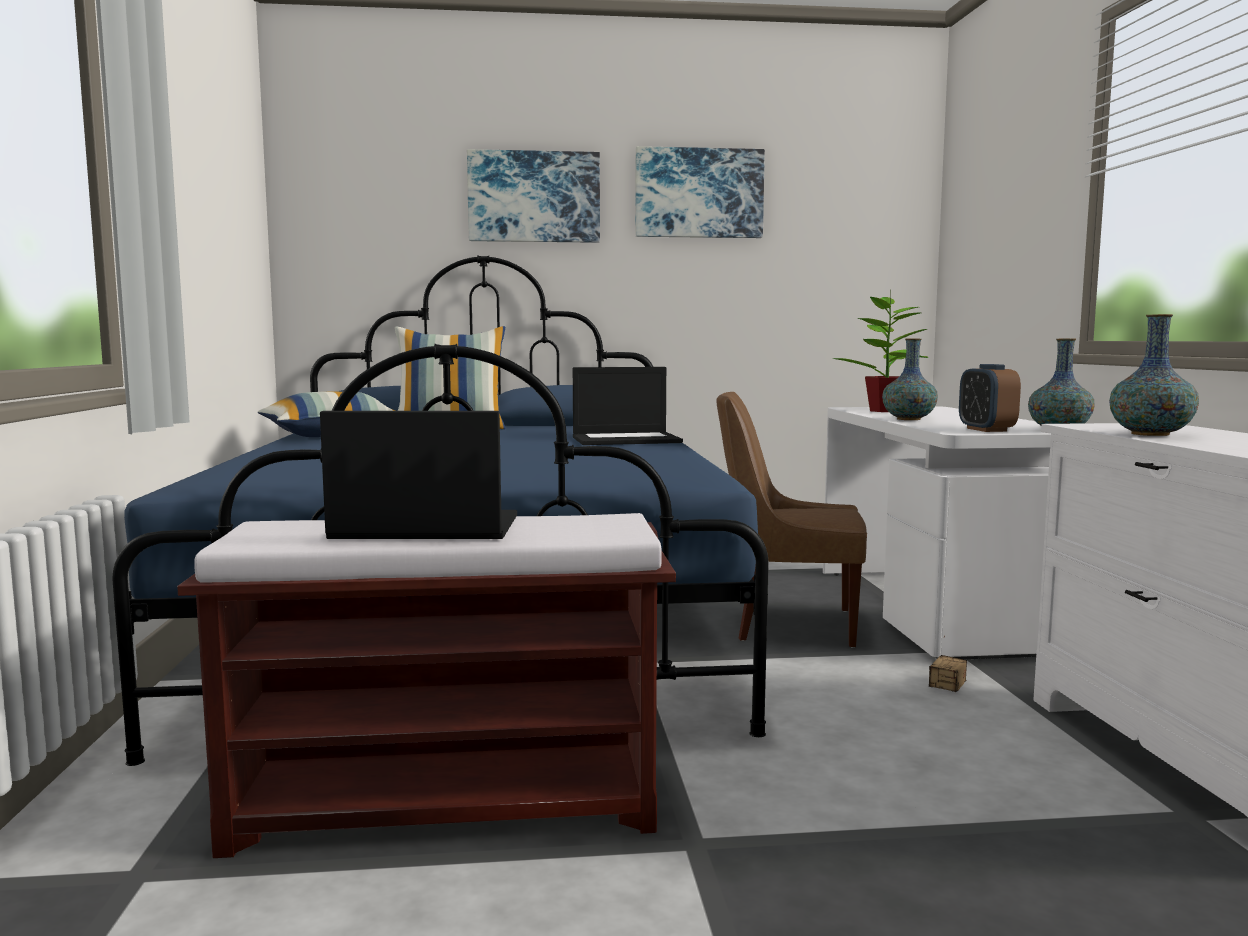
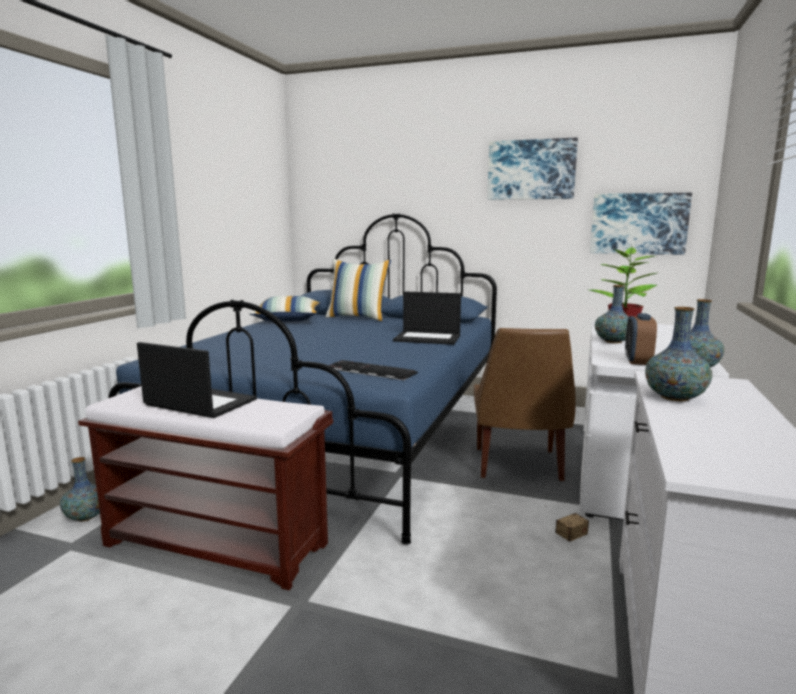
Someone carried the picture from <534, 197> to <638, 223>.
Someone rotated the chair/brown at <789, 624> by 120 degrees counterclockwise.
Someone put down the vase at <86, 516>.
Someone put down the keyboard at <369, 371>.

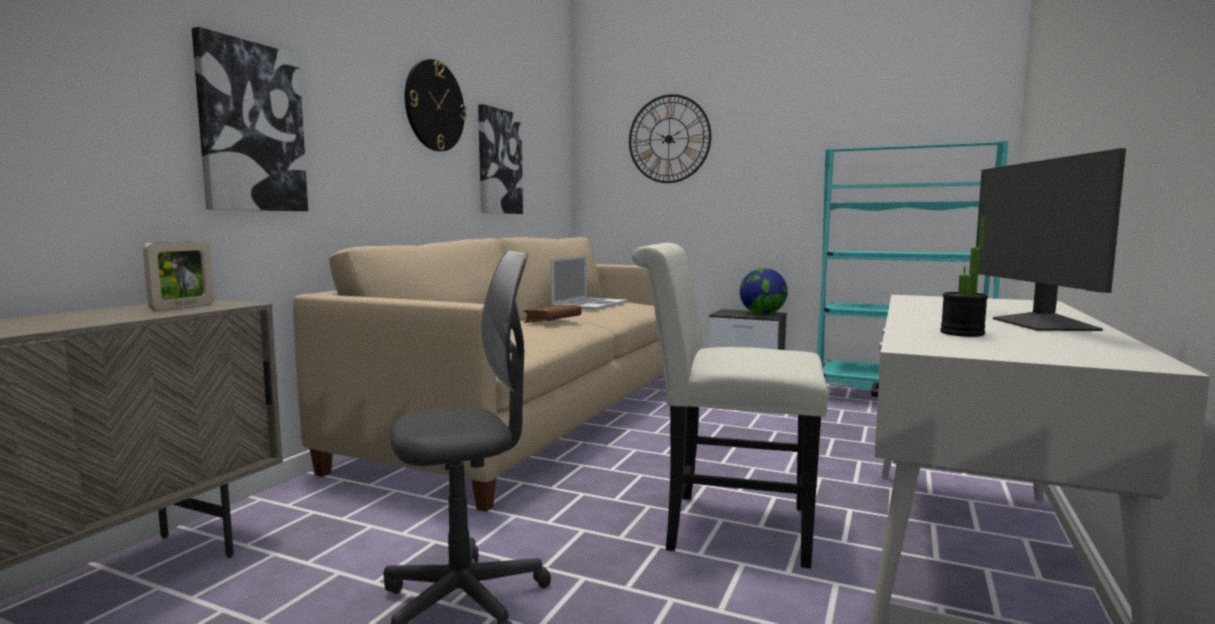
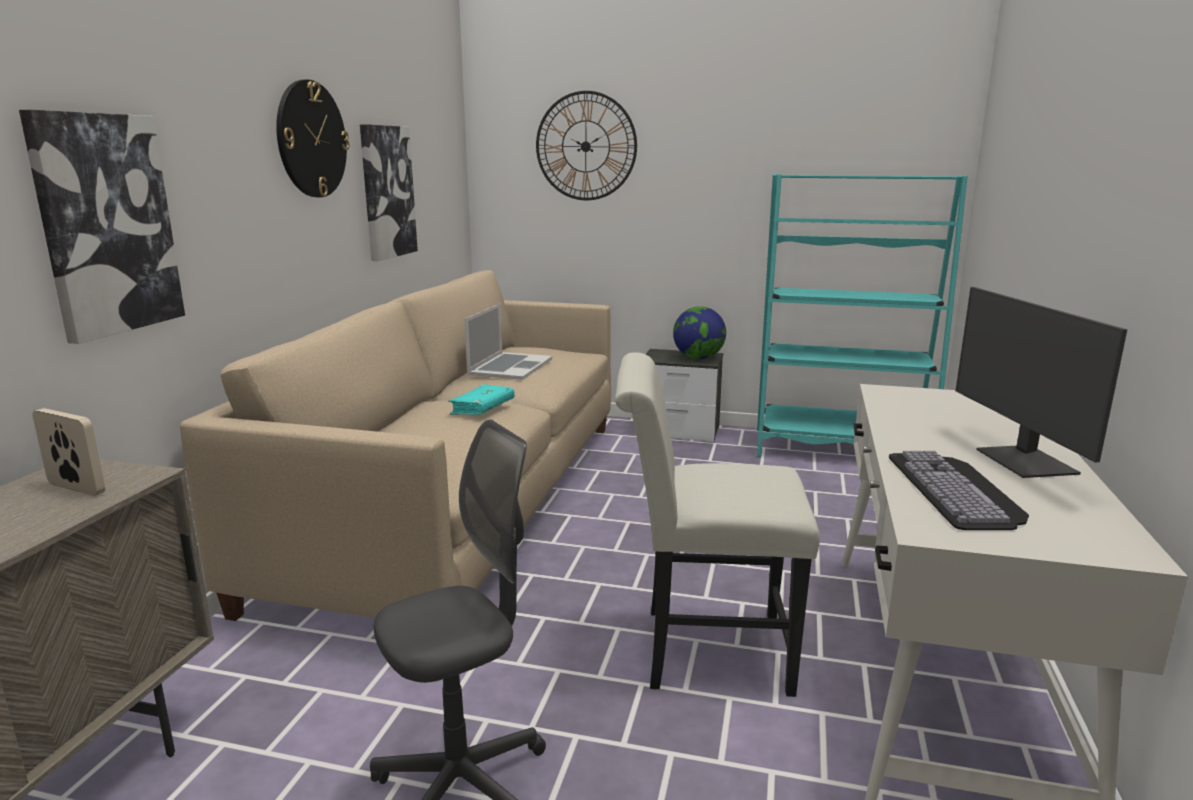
Someone rotated the picture frame at <182, 306> by 75 degrees counterclockwise.
Someone repainted the book/brown at <553, 321>, which became the book/turquoise at <482, 409>.
Someone swapped the potted plant at <962, 333> for the keyboard at <958, 490>.

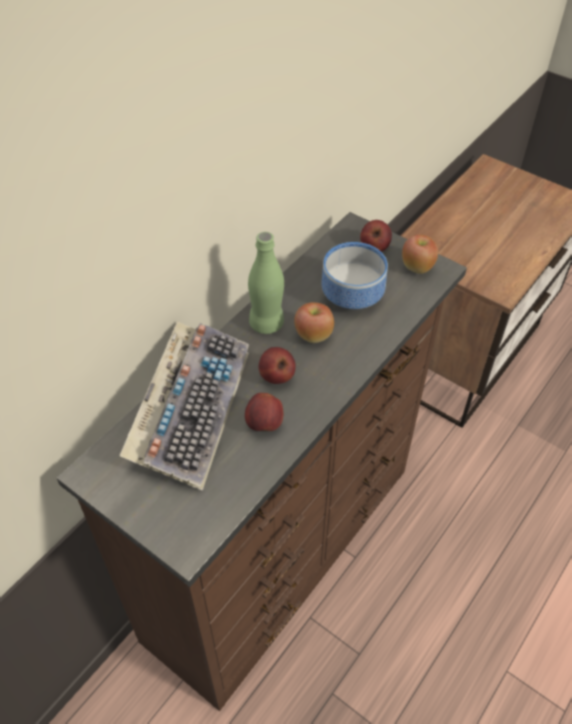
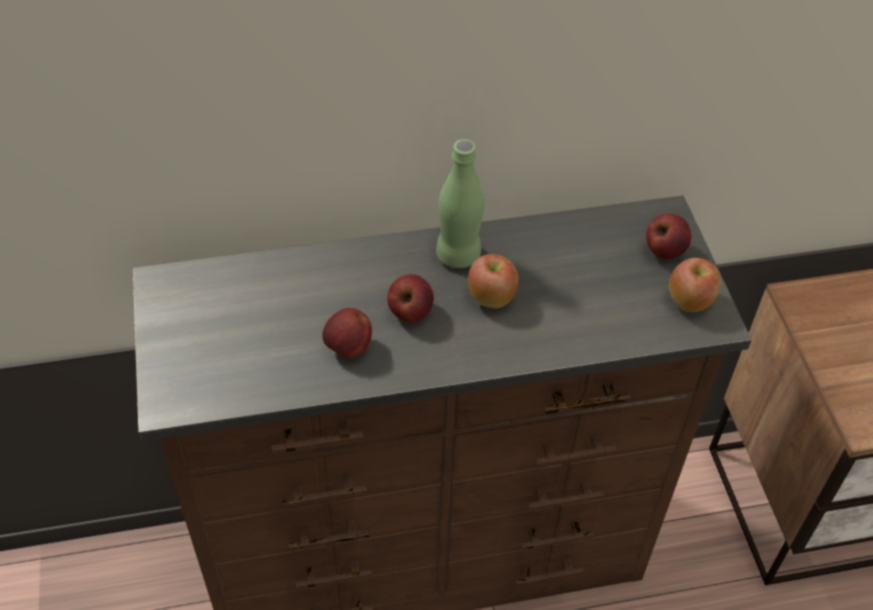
Someone took away the keyboard at <190, 408>.
Someone took away the bowl at <354, 294>.

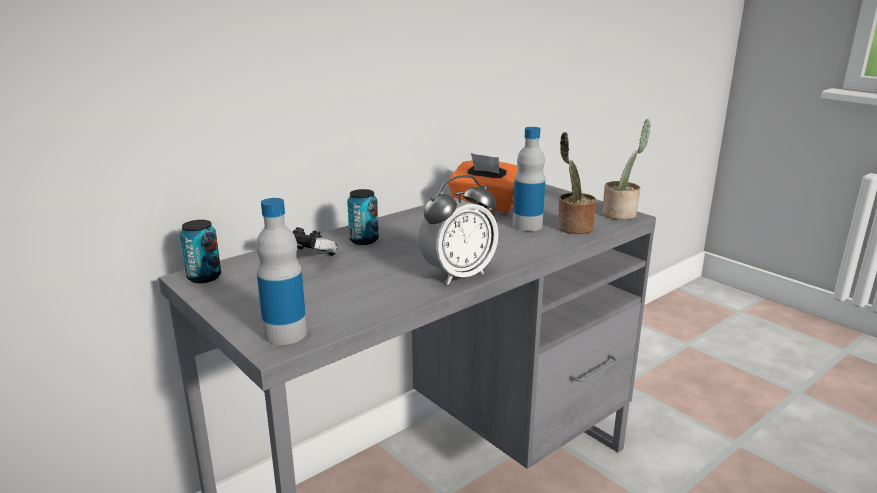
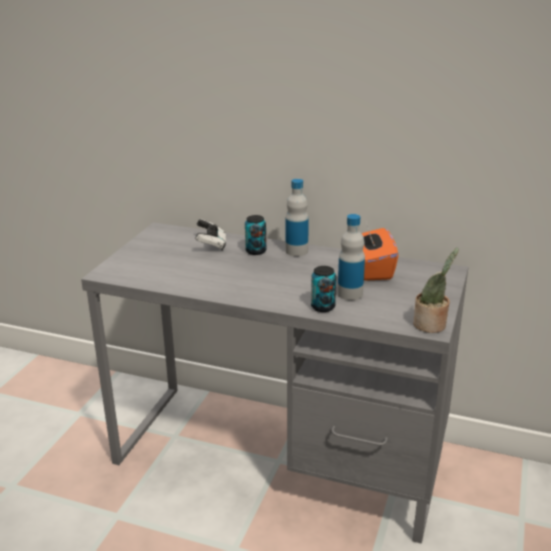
Someone carried the can from <204, 277> to <323, 307>.
Someone carried the bottle from <285, 334> to <296, 251>.
Someone took away the alarm clock at <458, 275>.
Someone took away the potted plant at <572, 228>.

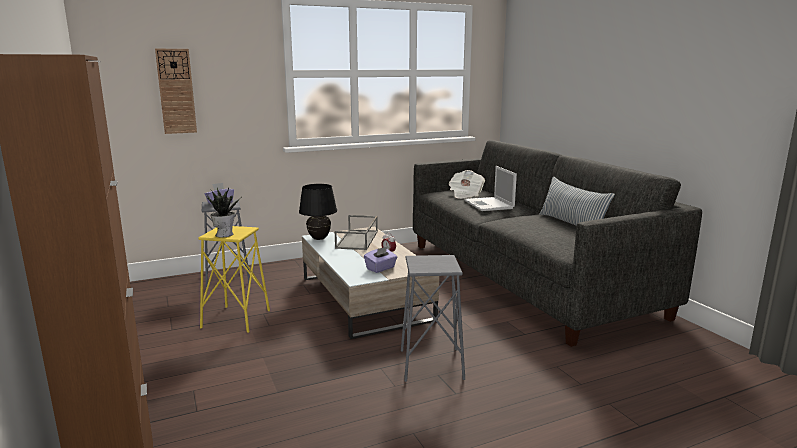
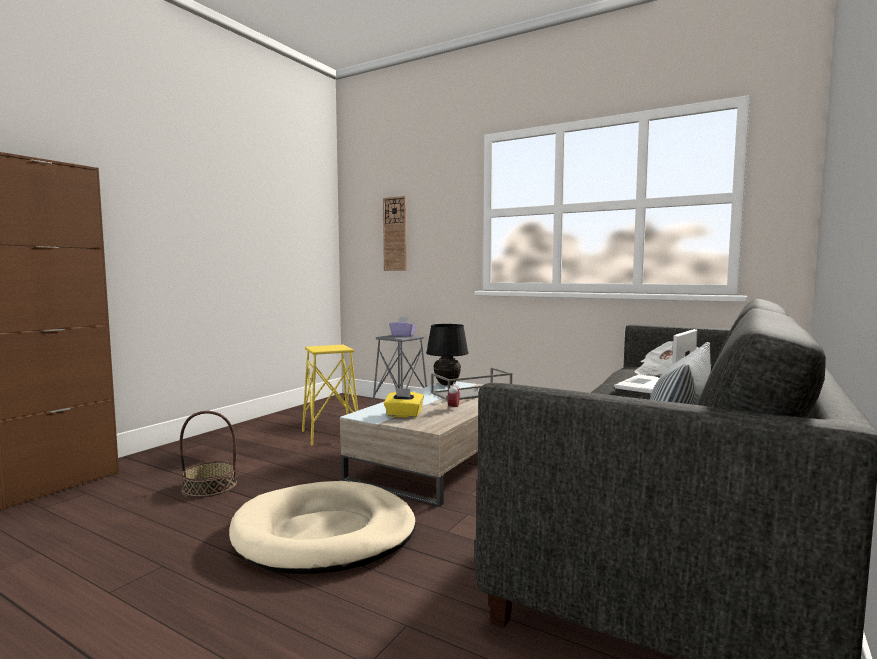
Someone took away the potted plant at <224, 234>.
Someone repainted the tissue box/purple at <381, 268>, which became the tissue box/yellow at <403, 415>.
Someone swapped the stool/grey at <432, 364> for the dog bed/beige at <324, 533>.
Someone put down the basket at <209, 487>.

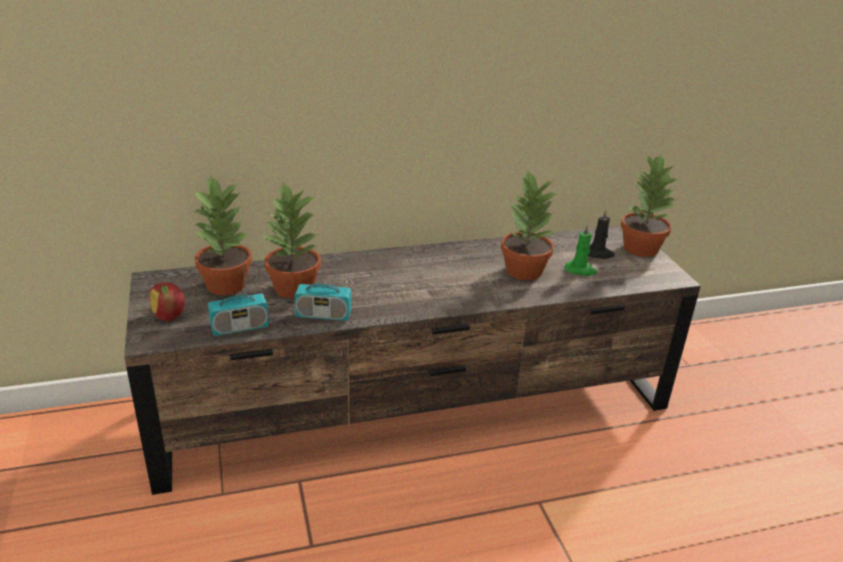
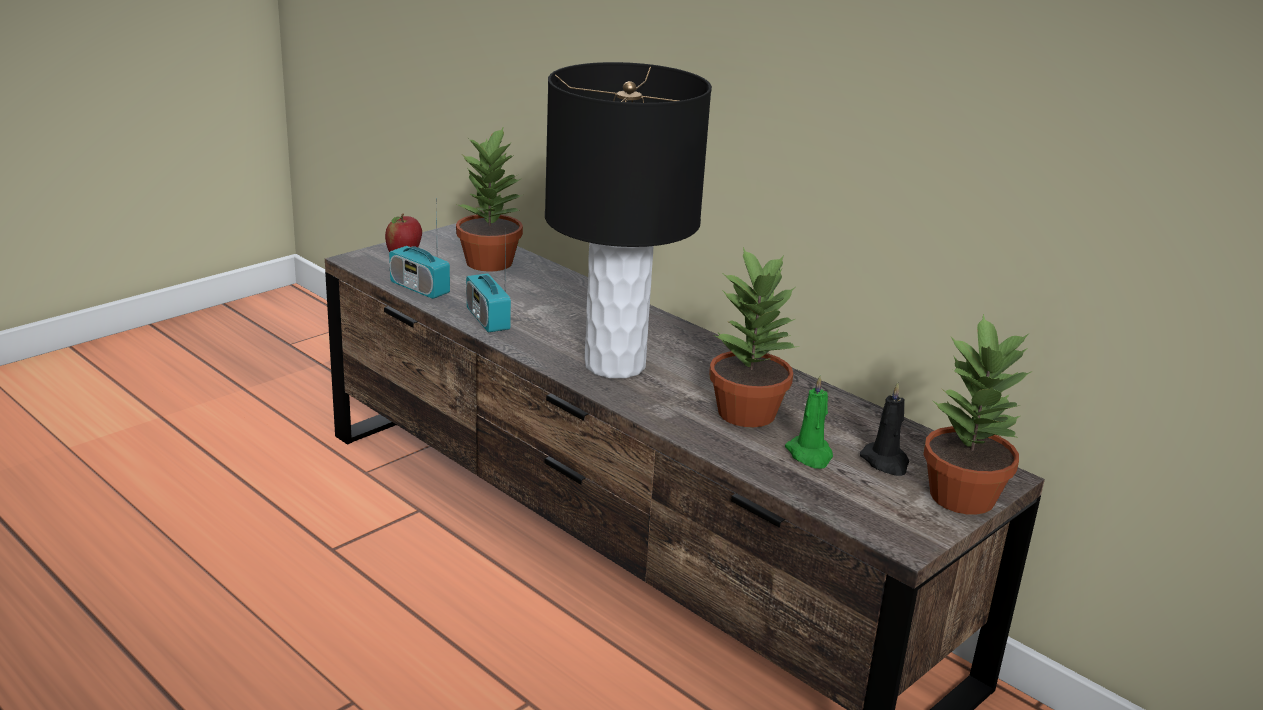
Someone took away the potted plant at <294, 288>.
Someone put down the table lamp/black at <615, 364>.

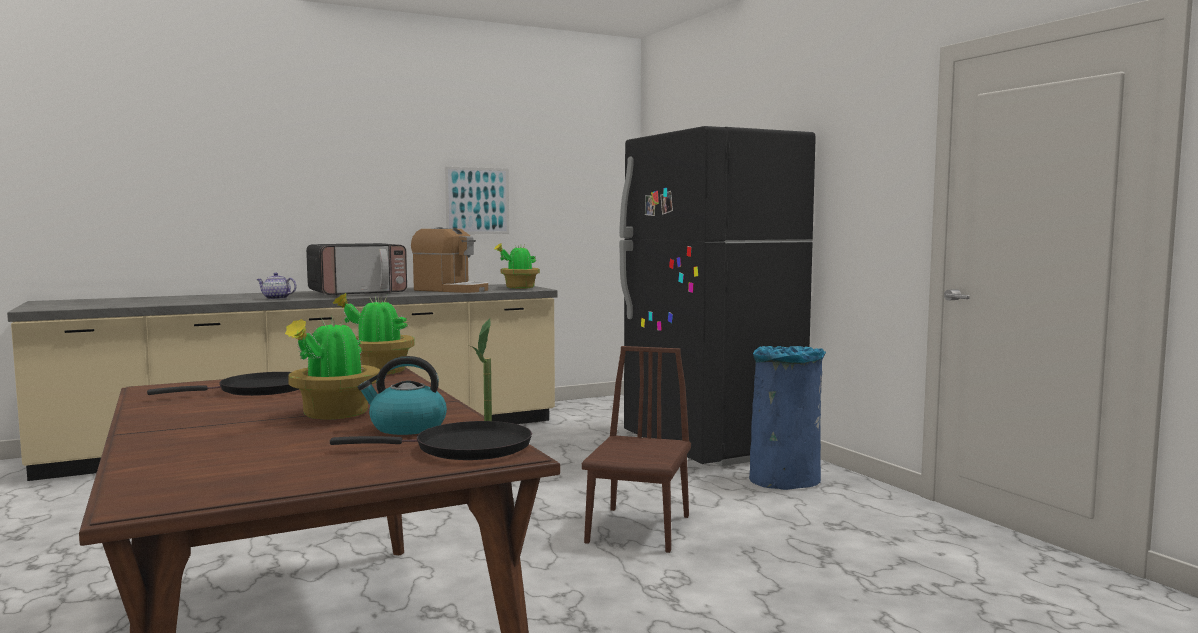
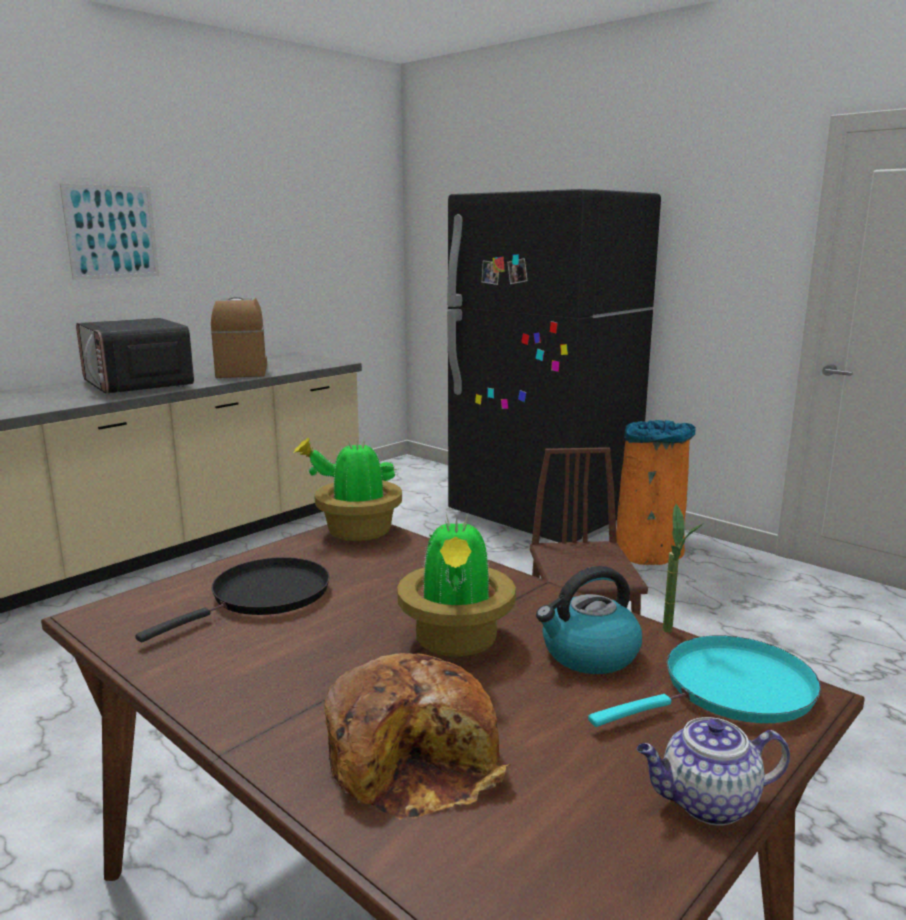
Someone carried the teapot from <276, 298> to <707, 803>.
Someone rotated the microwave at <358, 293> by 105 degrees clockwise.
Someone repainted the frying pan/black at <465, 448>, which became the frying pan/turquoise at <731, 690>.
Someone rotated the coffee machine at <451, 290> by 105 degrees counterclockwise.
Someone carried the picture from <477, 201> to <111, 232>.
Someone took away the potted plant at <518, 288>.
Someone repainted the trash can/blue at <785, 480>, which became the trash can/orange at <649, 552>.
Someone put down the bread at <415, 757>.

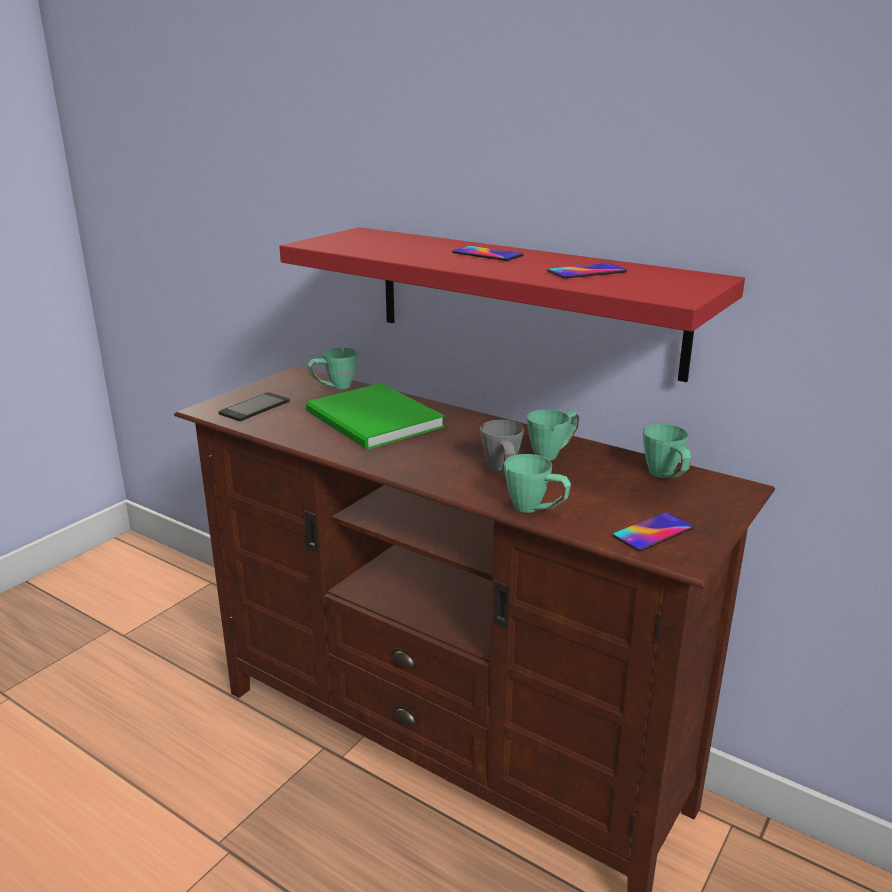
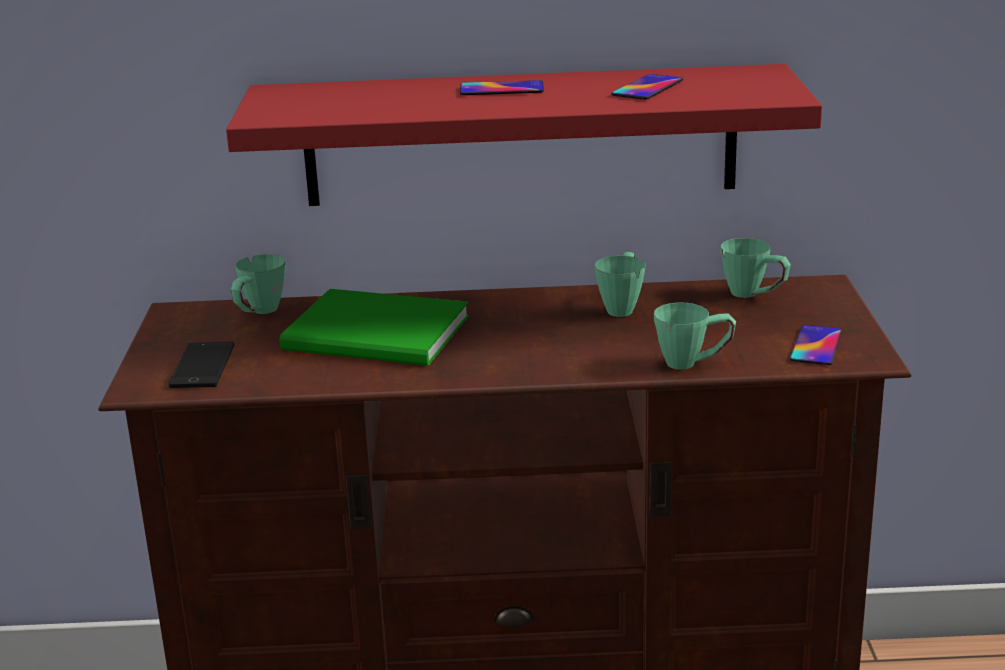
Someone took away the mug/grey at <502, 472>.

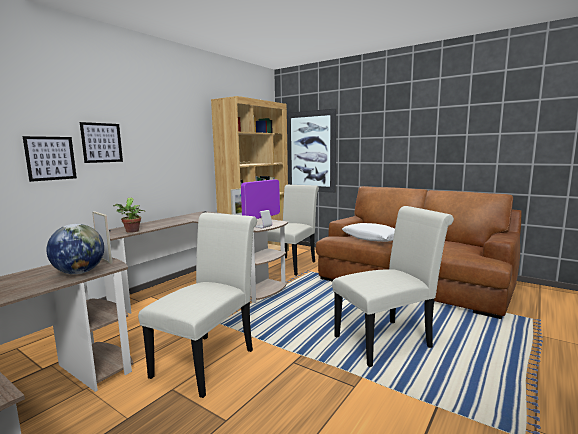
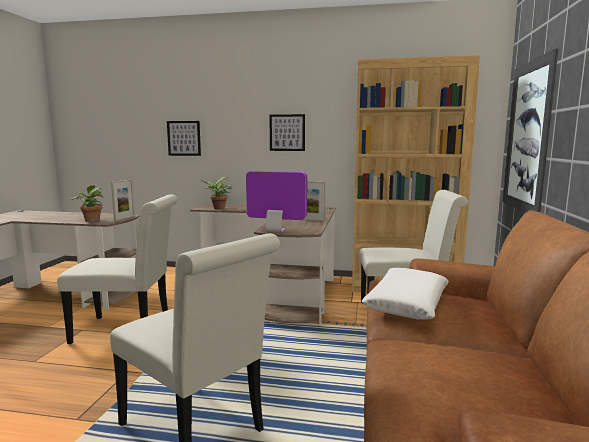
Someone swapped the globe at <79, 272> for the potted plant at <91, 220>.
Someone carried the picture from <101, 142> to <287, 132>.

